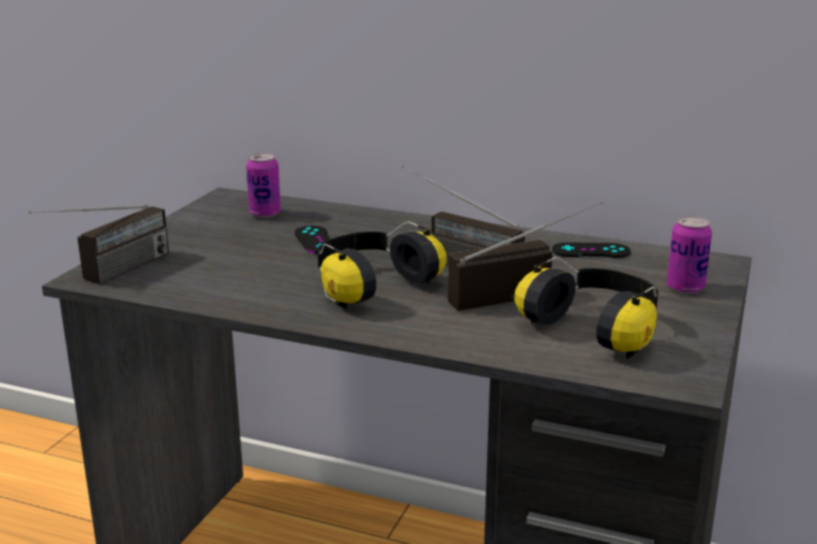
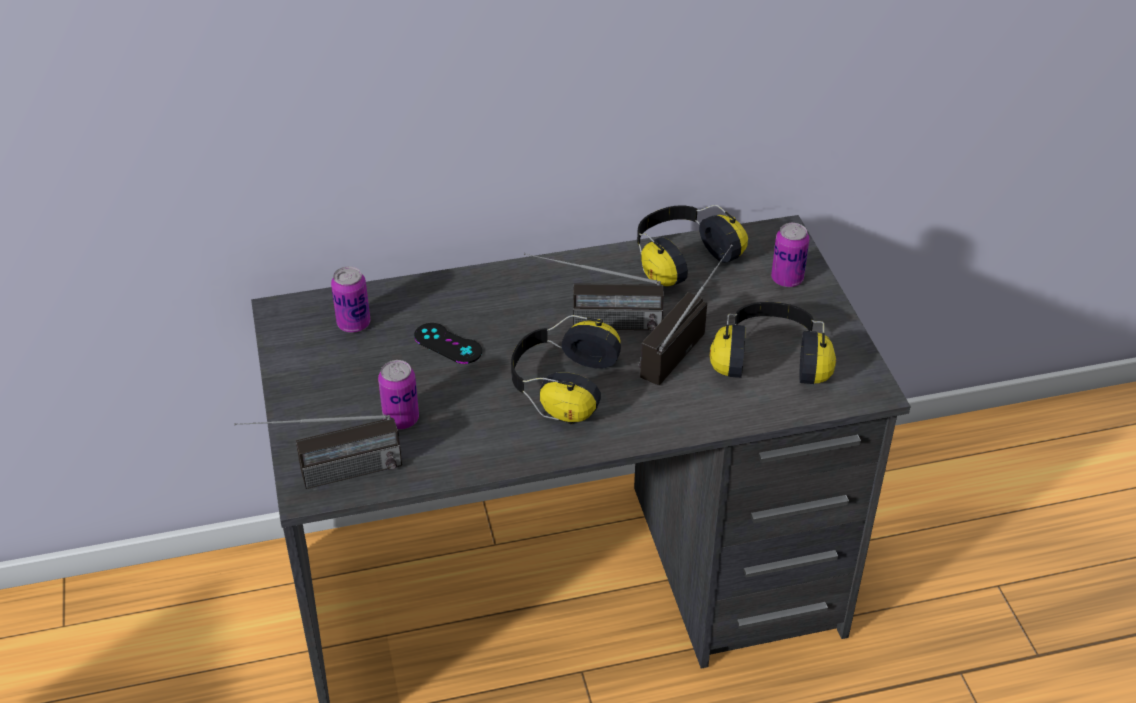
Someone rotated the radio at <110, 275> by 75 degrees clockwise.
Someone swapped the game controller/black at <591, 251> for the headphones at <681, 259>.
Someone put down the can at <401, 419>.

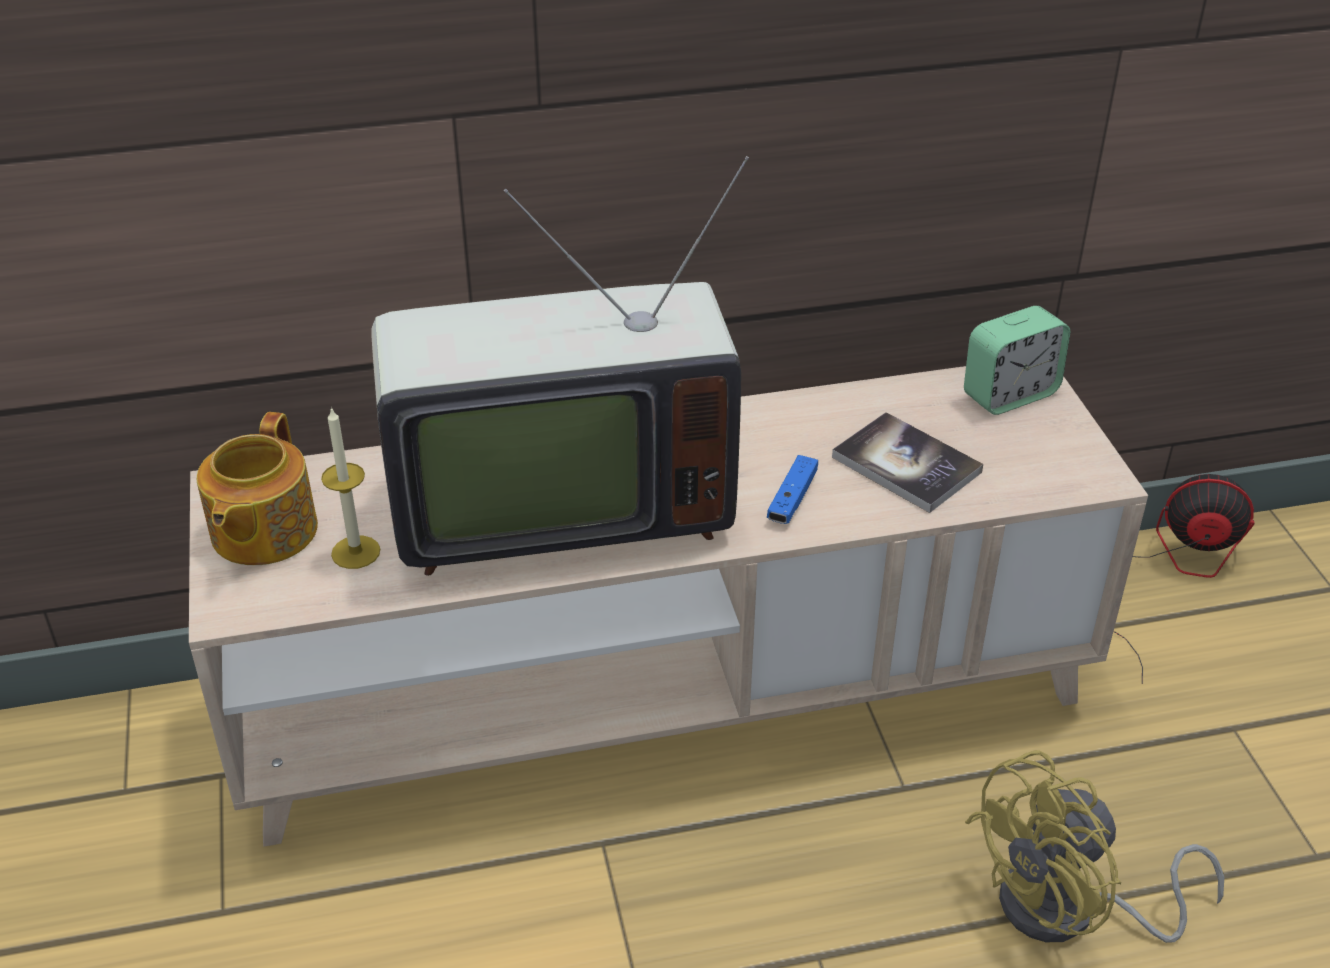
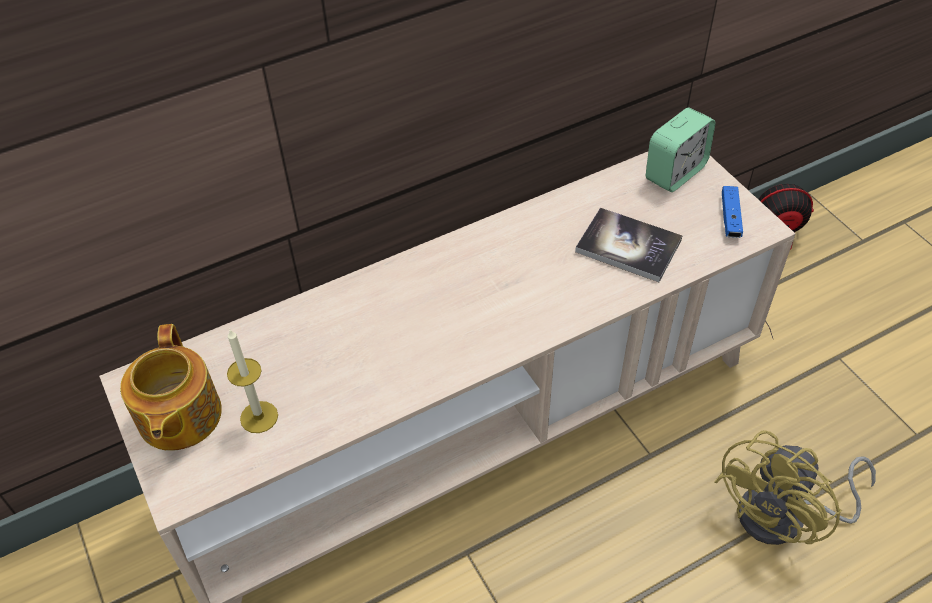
Someone took away the television at <554, 506>.
Someone carried the game controller/blue from <792, 499> to <730, 218>.

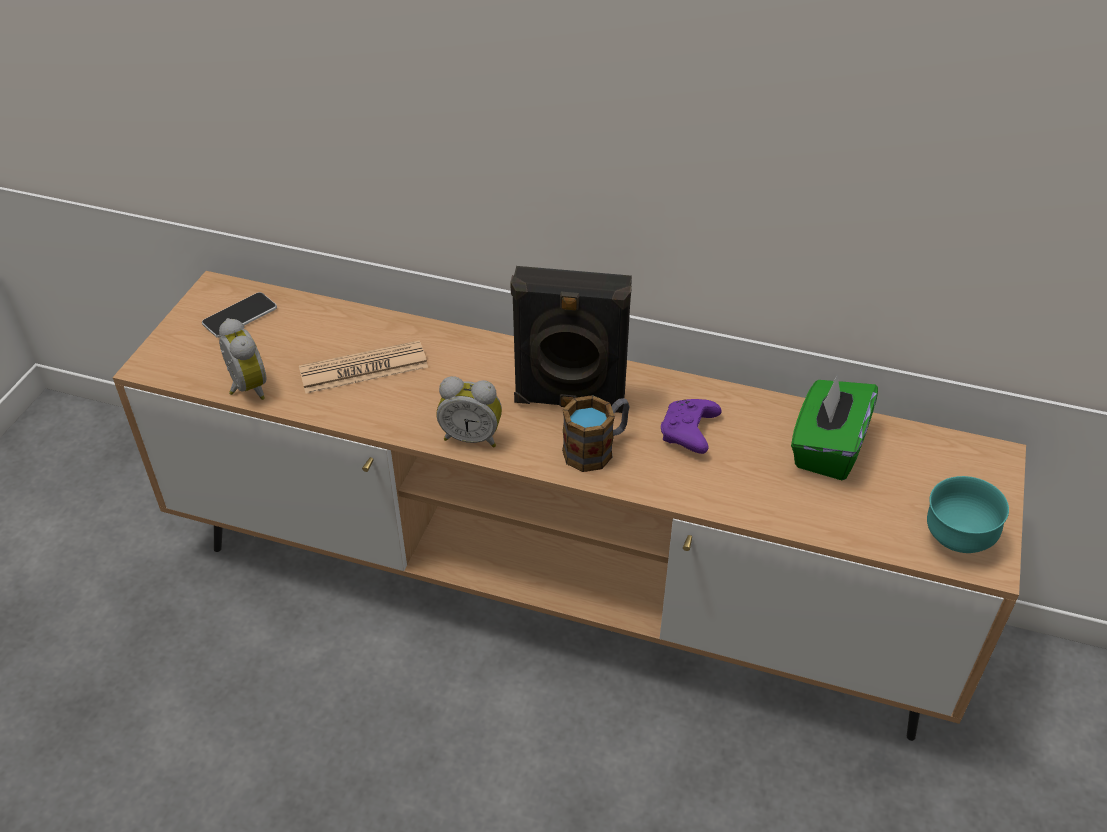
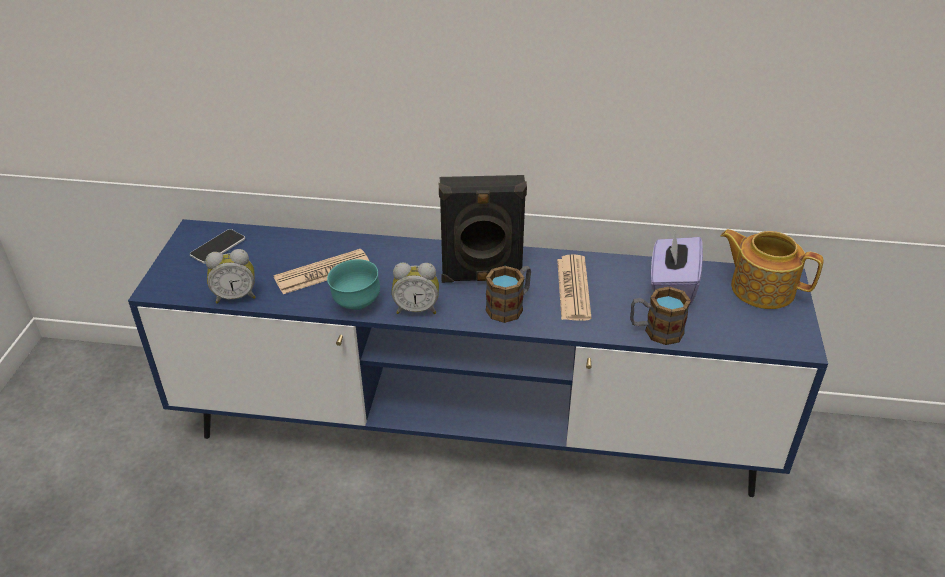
Someone repainted the tv stand/brown at <554, 592>, which became the tv stand/blue at <473, 432>.
Someone rotated the alarm clock at <245, 388> by 120 degrees clockwise.
Someone swapped the game controller/purple at <689, 434> for the newspaper at <573, 288>.
Someone repainted the tissue box/green at <827, 448>, which became the tissue box/purple at <672, 286>.
Someone carried the bowl/turquoise from <955, 540> to <356, 304>.
Someone put down the mug at <655, 331>.
Someone put down the teapot at <761, 288>.

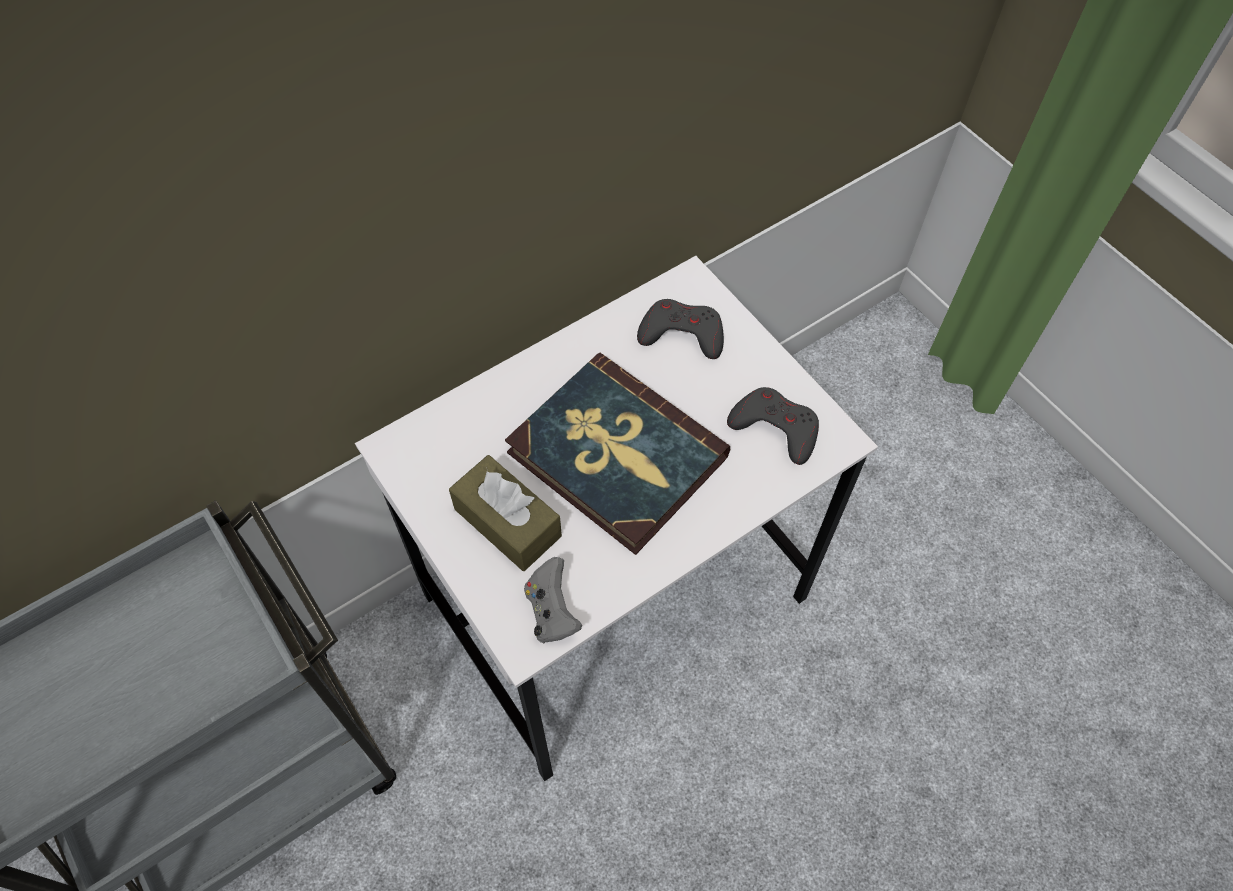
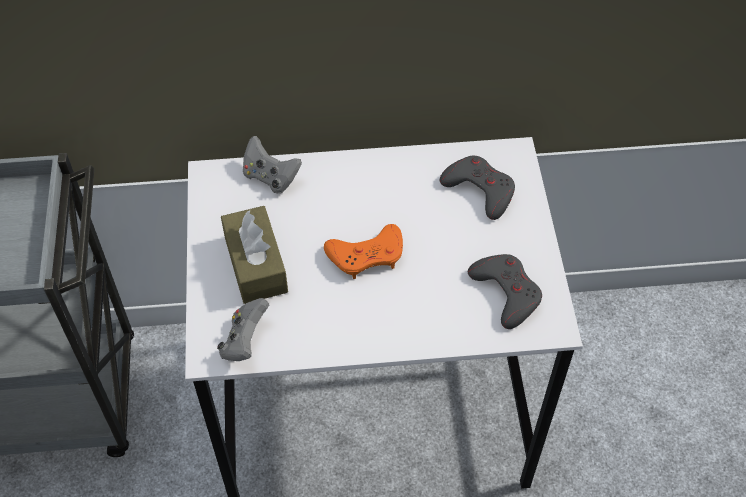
Someone swapped the book at <616, 456> for the game controller/orange at <367, 255>.
Someone put down the game controller/grey at <270, 177>.

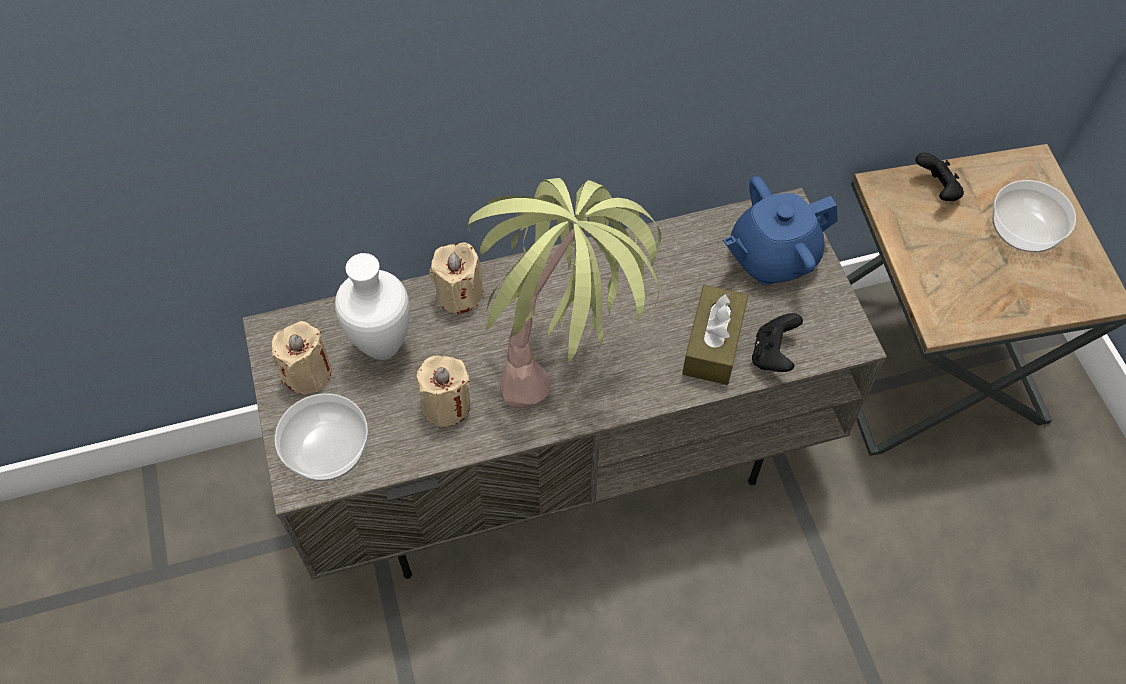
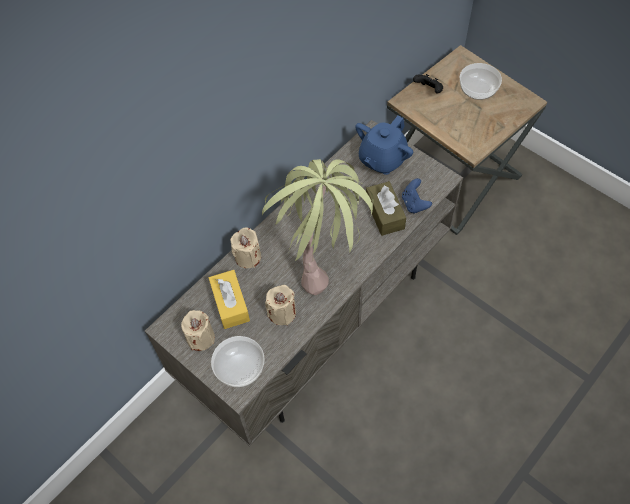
Someone swapped the vase/white at <384, 348> for the tissue box/yellow at <230, 304>.
Someone repainted the game controller/black at <773, 354>, which became the game controller/blue at <414, 204>.

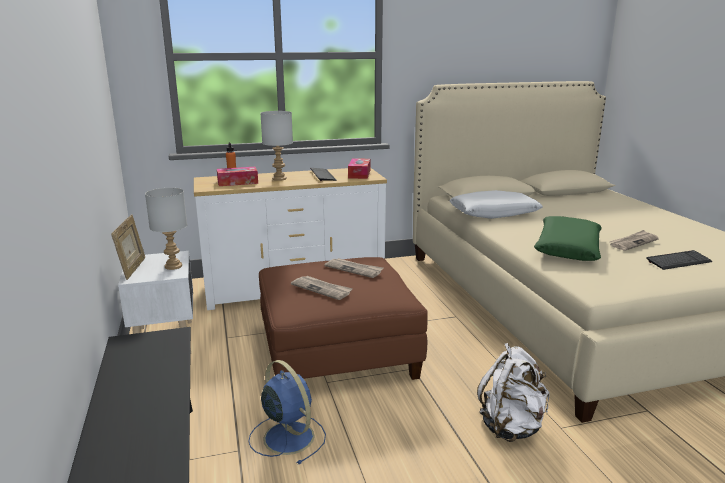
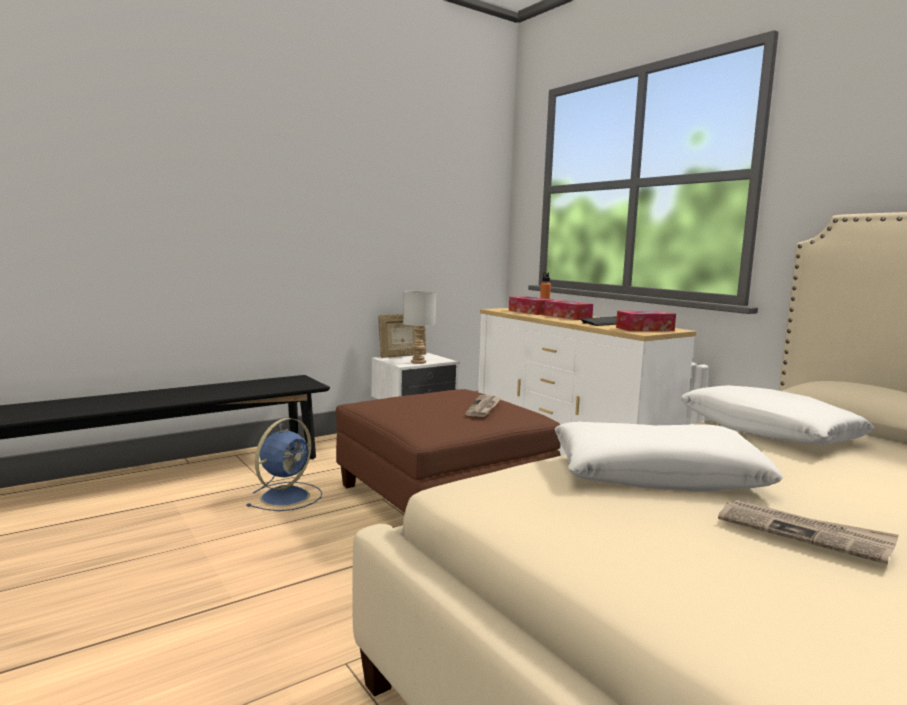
Someone swapped the table lamp/grey at <279, 178> for the tissue box at <567, 317>.
Someone took away the newspaper at <322, 289>.
Someone took away the backpack/white at <511, 426>.
Someone repainted the pillow/green at <567, 248>, which became the pillow/white at <655, 474>.
Someone took away the keyboard at <678, 261>.

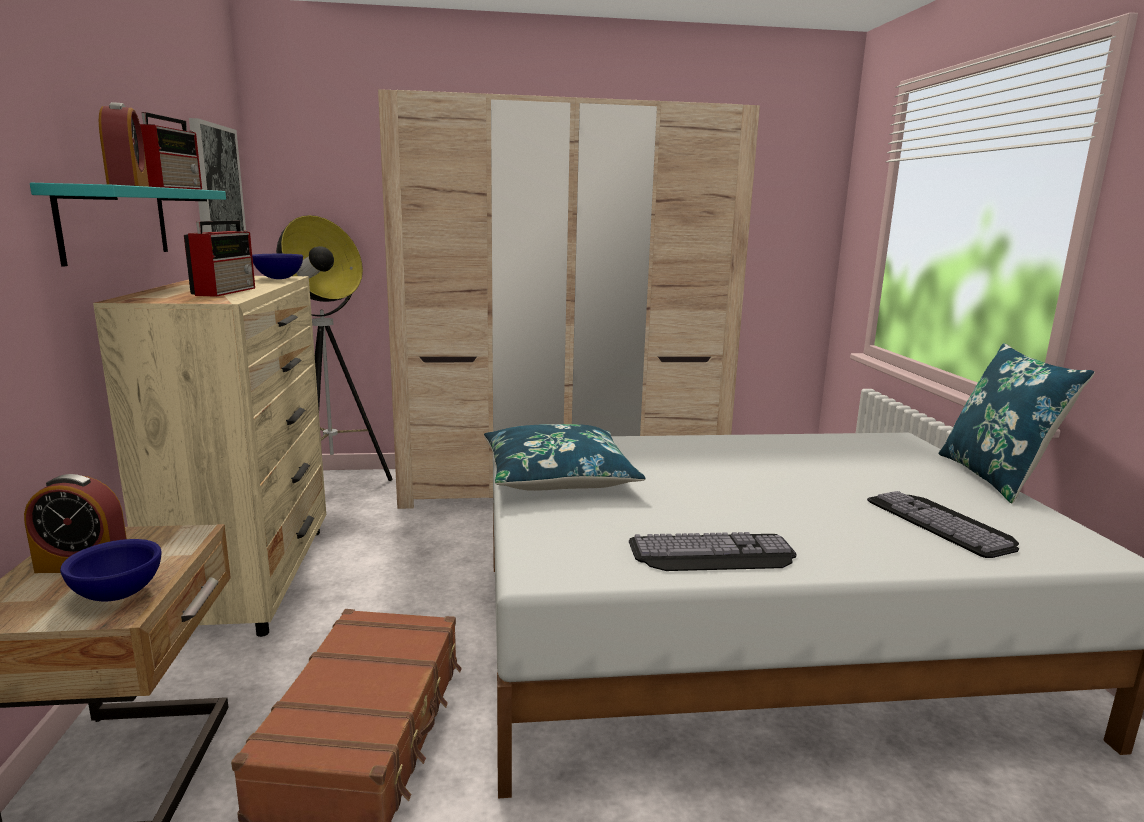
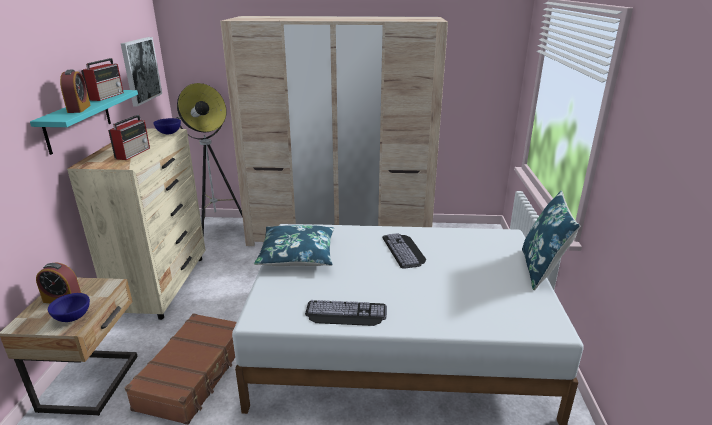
Someone carried the keyboard from <945, 523> to <405, 250>.

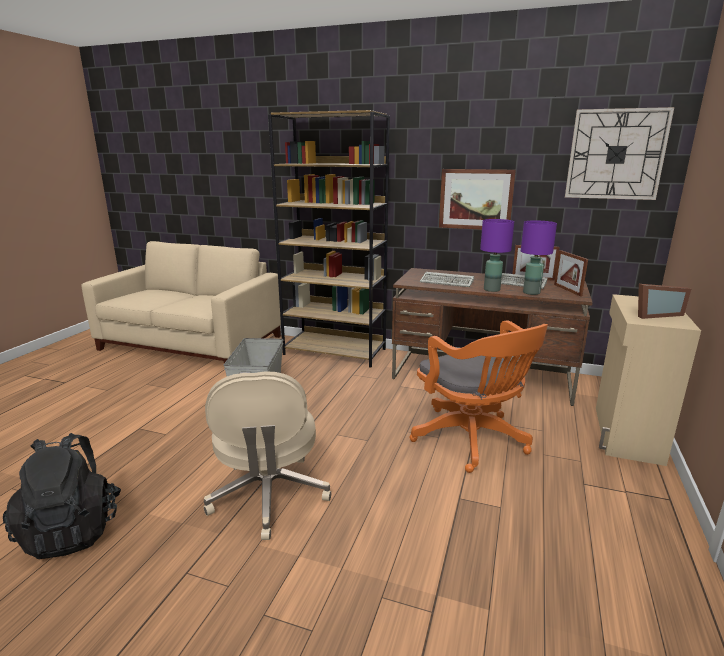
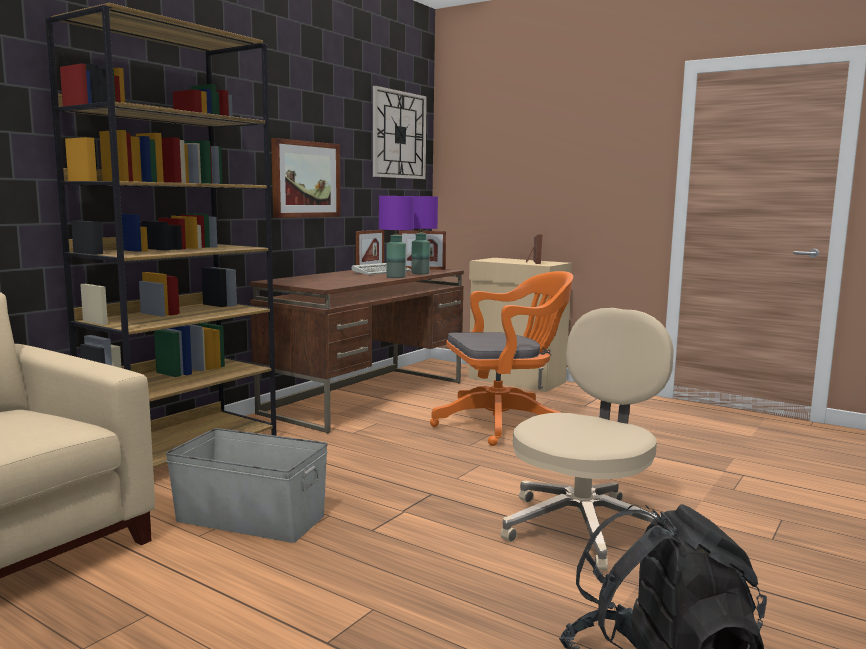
Someone rotated the office chair/beige at <269, 496> by 60 degrees counterclockwise.
Someone took away the keyboard at <448, 282>.

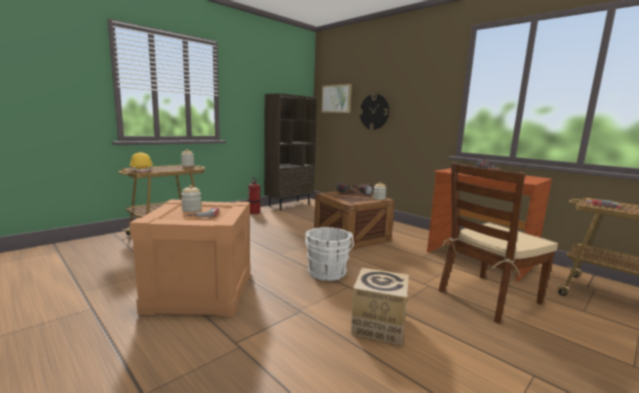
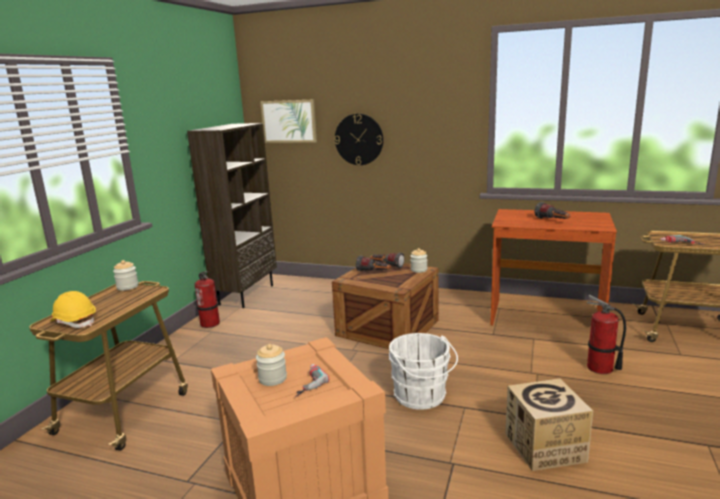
Someone swapped the chair/brown at <488, 297> for the fire extinguisher at <600, 368>.

